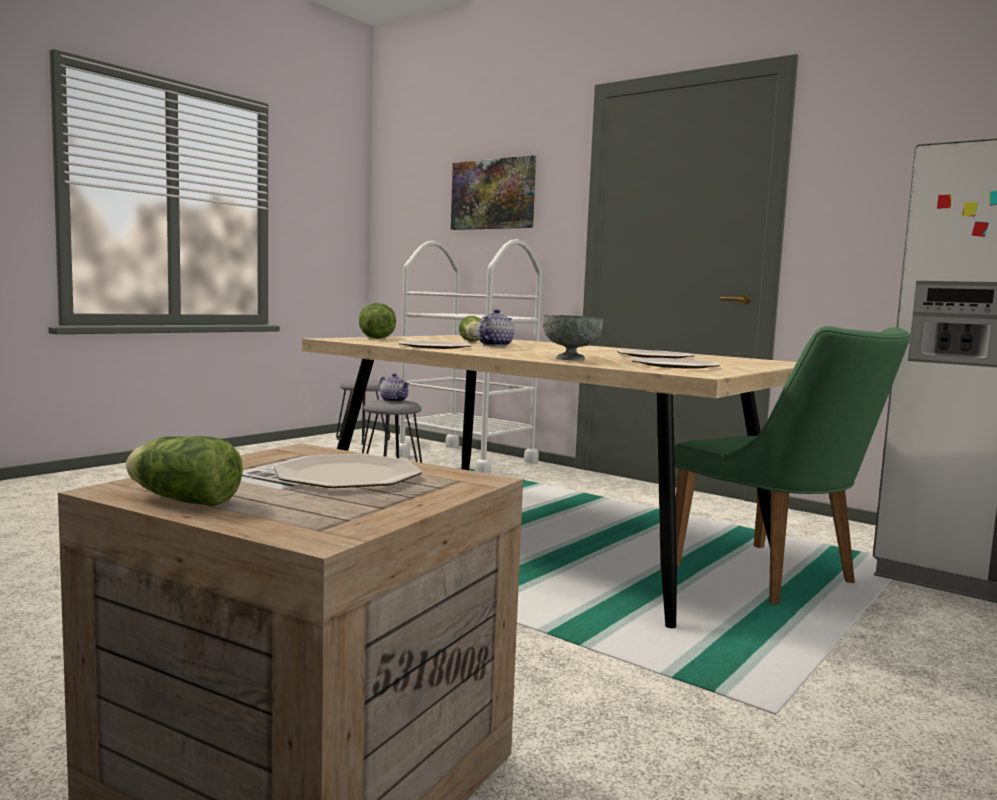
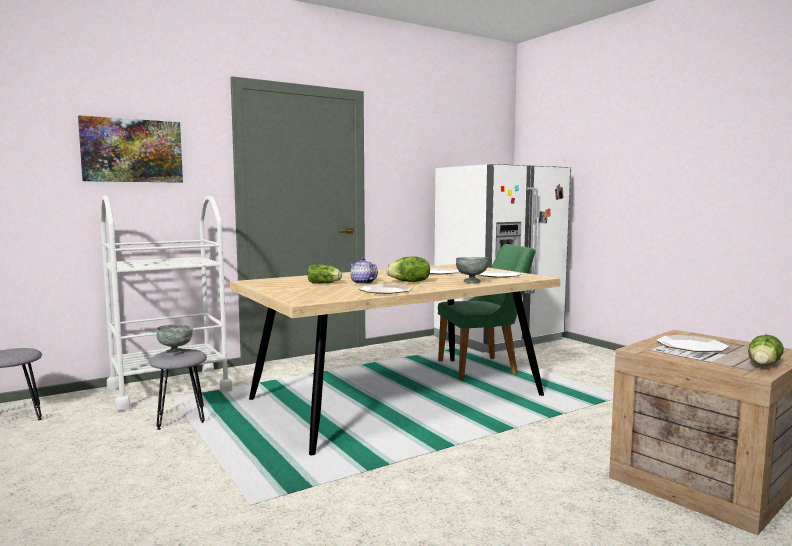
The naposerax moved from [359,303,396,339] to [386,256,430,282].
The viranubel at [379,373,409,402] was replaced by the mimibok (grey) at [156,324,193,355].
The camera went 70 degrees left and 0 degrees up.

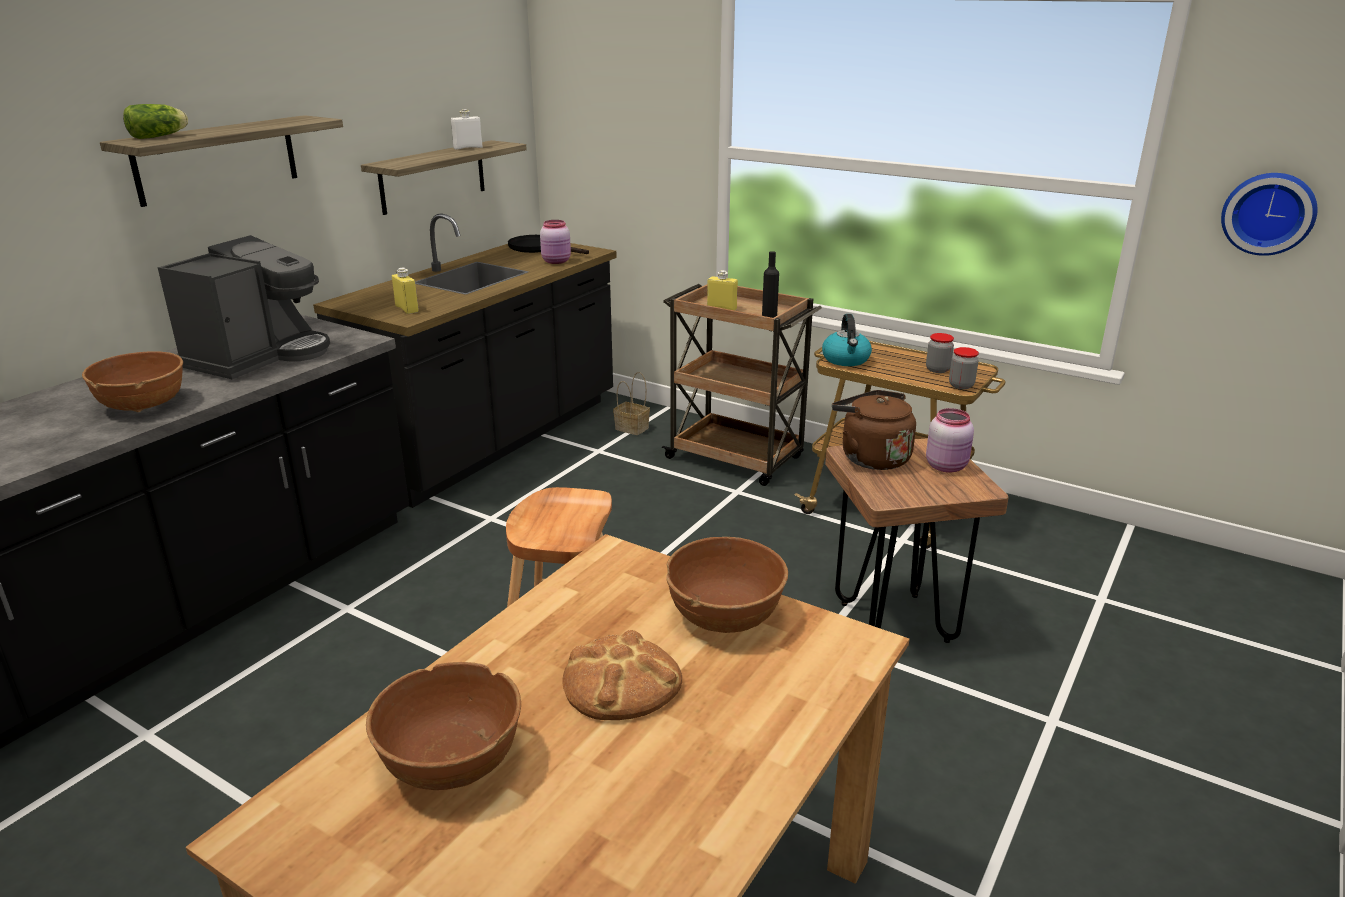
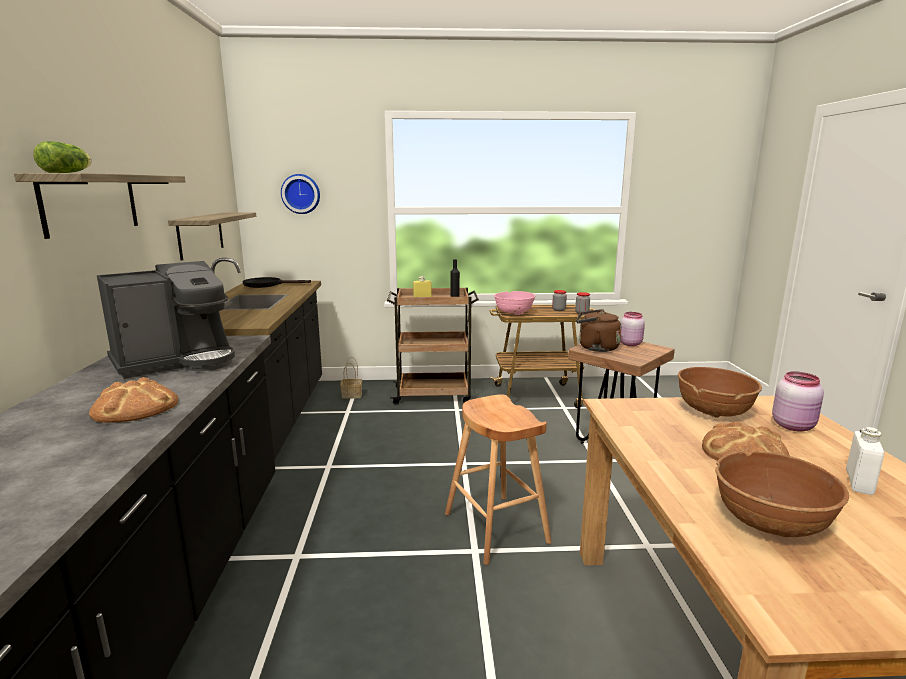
The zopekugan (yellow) at [392,268,419,314] disappeared.
The zopekugan (white) moved from [451,109,482,150] to [846,427,885,495].
The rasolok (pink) moved from [540,220,571,264] to [772,371,824,432].
The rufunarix moved from [1221,173,1318,256] to [281,174,320,214].
The mimibok (brown) at [82,351,183,412] was replaced by the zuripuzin at [89,377,178,423].
The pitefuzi at [822,314,872,366] was replaced by the mimibok (pink) at [494,291,535,315].
The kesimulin at [158,235,330,379] turned 60 degrees clockwise.
The camera went 35 degrees left and 10 degrees down.

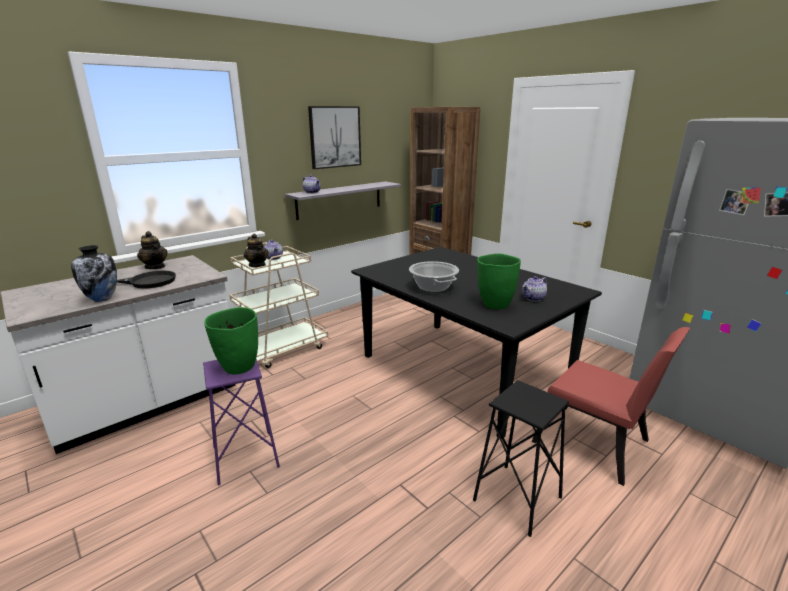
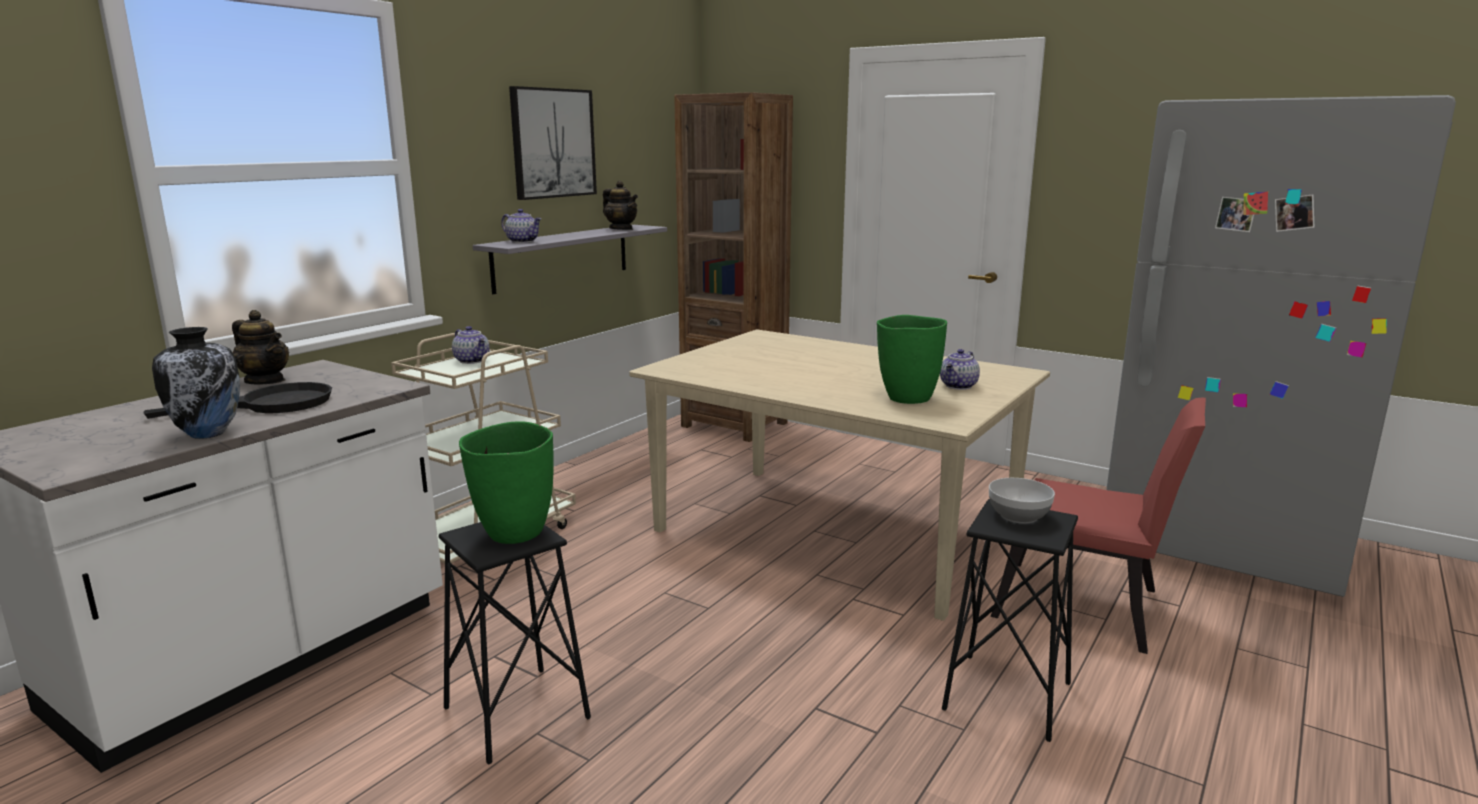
The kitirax at [409,261,459,292] disappeared.
The mimibok at [989,478,1055,524] appeared.
The viranubel moved from [244,233,269,268] to [603,181,638,230].
The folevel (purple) at [203,359,280,485] became the folevel (black) at [438,522,591,765].
The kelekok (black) at [351,247,602,439] became the kelekok (beige) at [629,329,1050,621].
The camera went 15 degrees left and 5 degrees down.

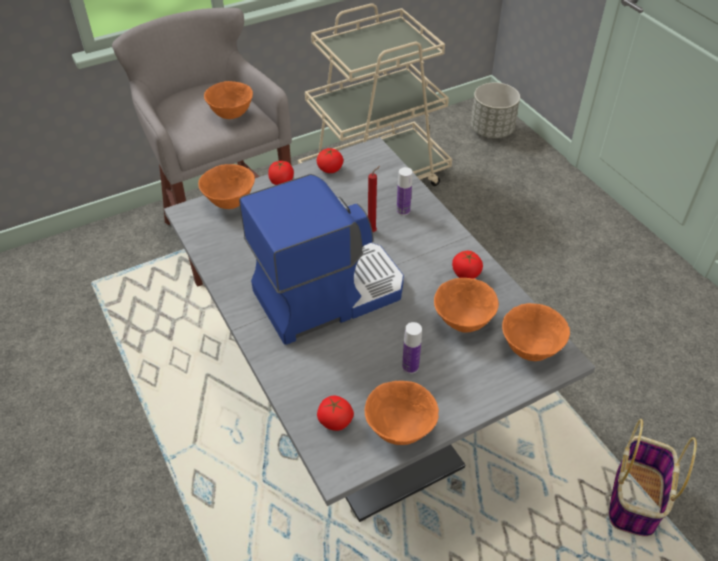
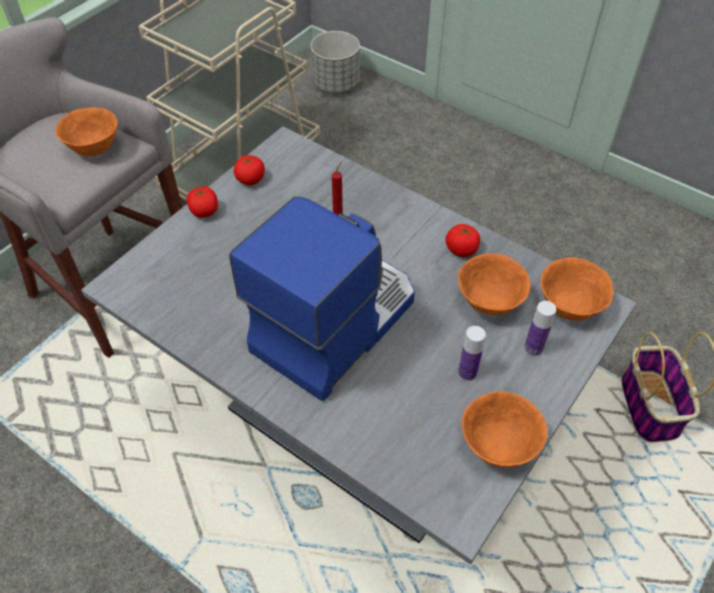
The mimibok (orange) at [198,164,255,209] disappeared.
The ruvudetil at [317,395,354,431] disappeared.
The zopekugan moved from [397,167,412,215] to [524,301,556,356].
The camera went 25 degrees left and 5 degrees up.

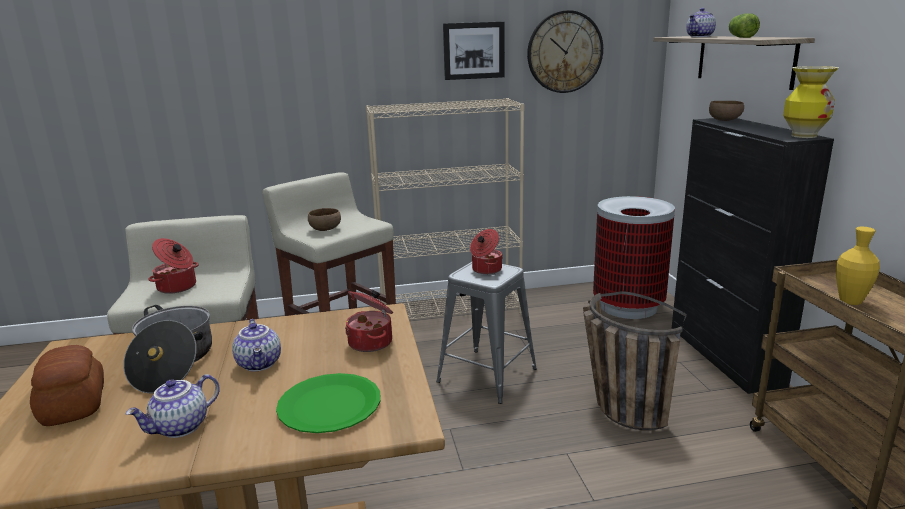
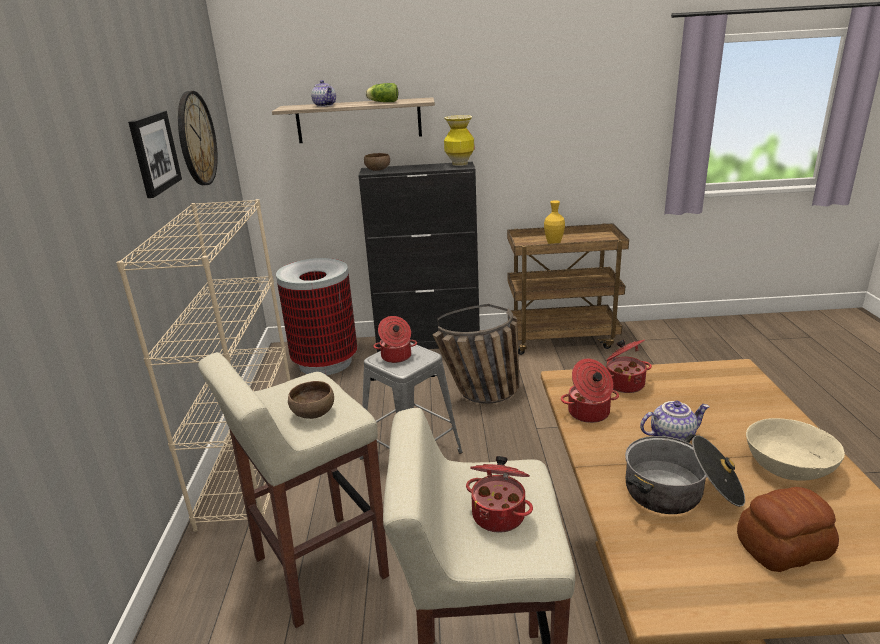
The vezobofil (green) at [276,373,381,433] disappeared.
The kitirax at [561,359,619,423] appeared.
The viranubel at [125,374,220,438] was replaced by the mimibok (beige) at [746,418,845,481].
The camera went 80 degrees left and 5 degrees up.

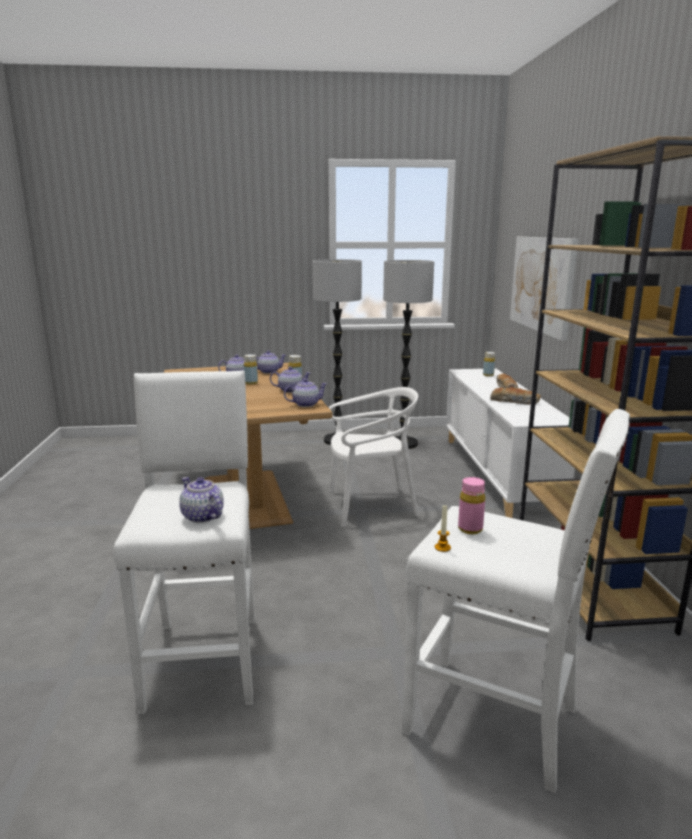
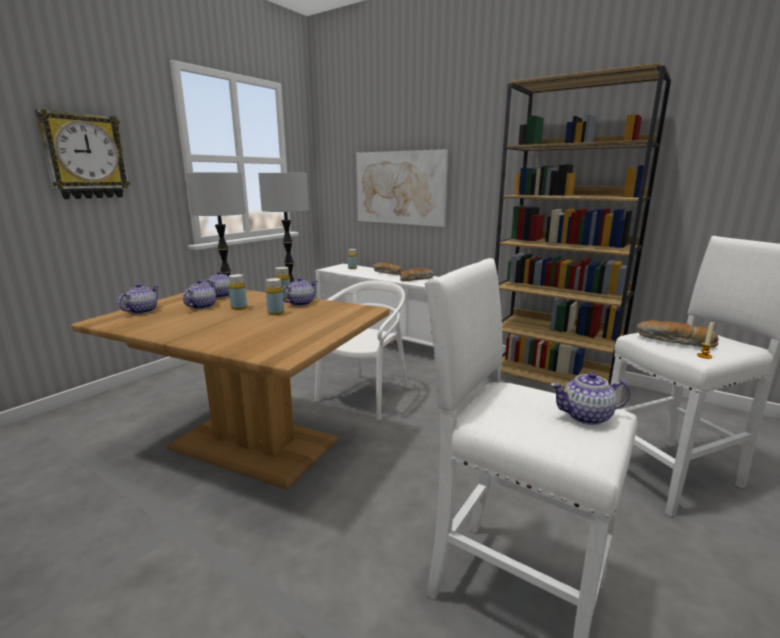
The rufunarix at [35,109,130,199] appeared.
The zopekugan (yellow) at [266,278,284,315] appeared.
The viranubel moved from [284,379,327,407] to [118,284,159,314].
The zopekugan (pink) at [458,477,485,535] was replaced by the zuripuzin at [637,320,719,347].
The camera went 50 degrees left and 0 degrees up.

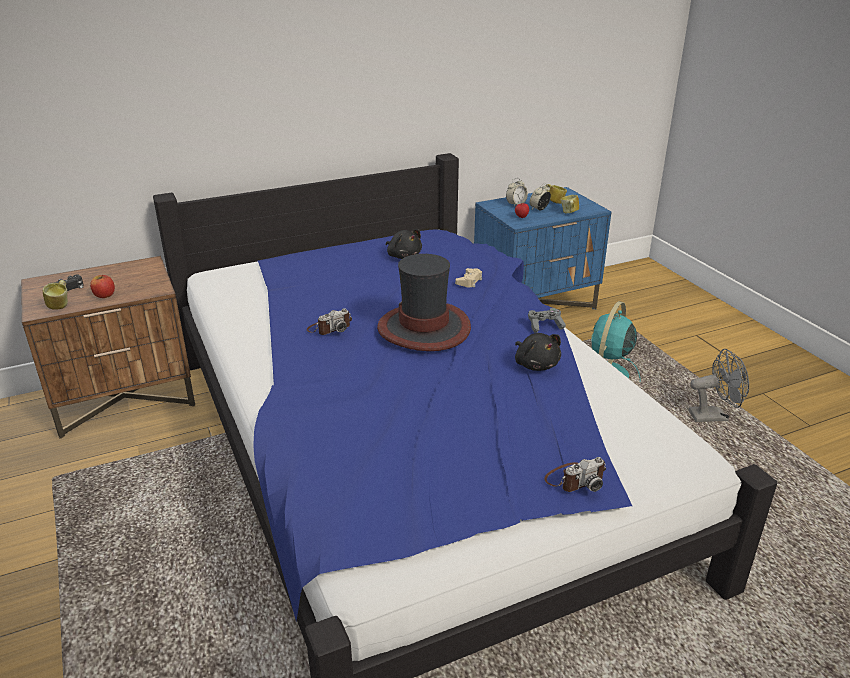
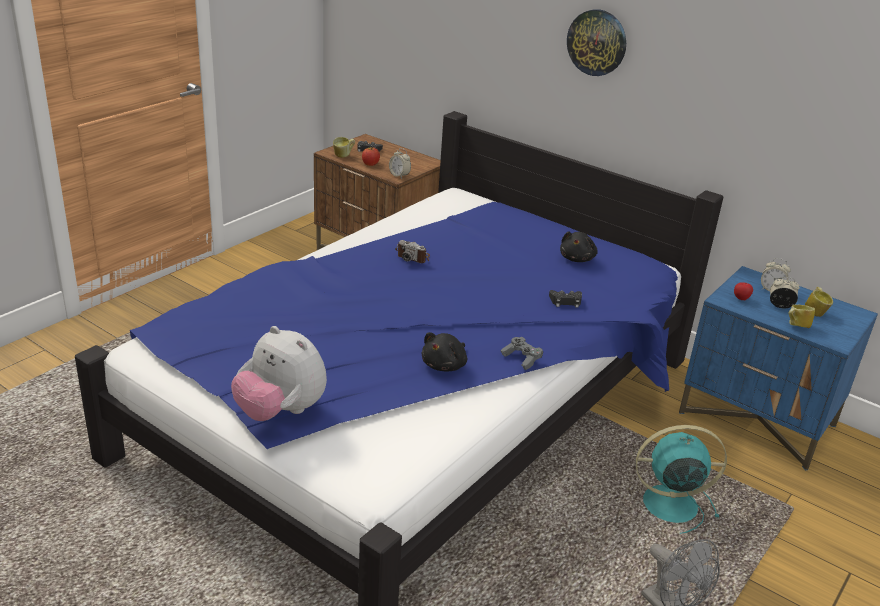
The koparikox at [377,254,471,351] disappeared.
The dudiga at [389,148,411,179] appeared.
The rufunarix at [567,9,626,76] appeared.
The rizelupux at [544,457,606,492] was replaced by the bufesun at [231,326,327,421].
The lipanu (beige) at [455,268,482,288] became the lipanu (black) at [549,290,582,308].
The camera went 60 degrees right and 0 degrees up.

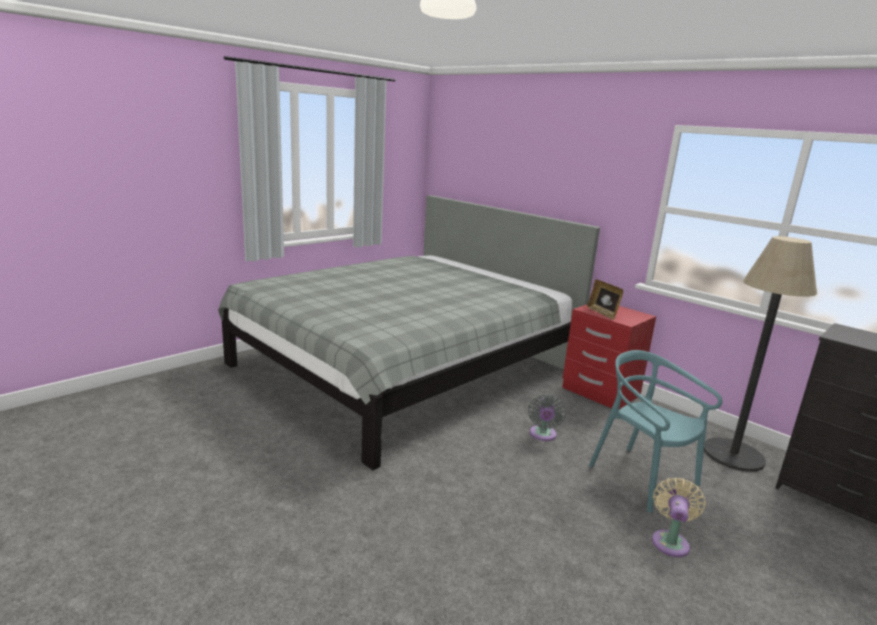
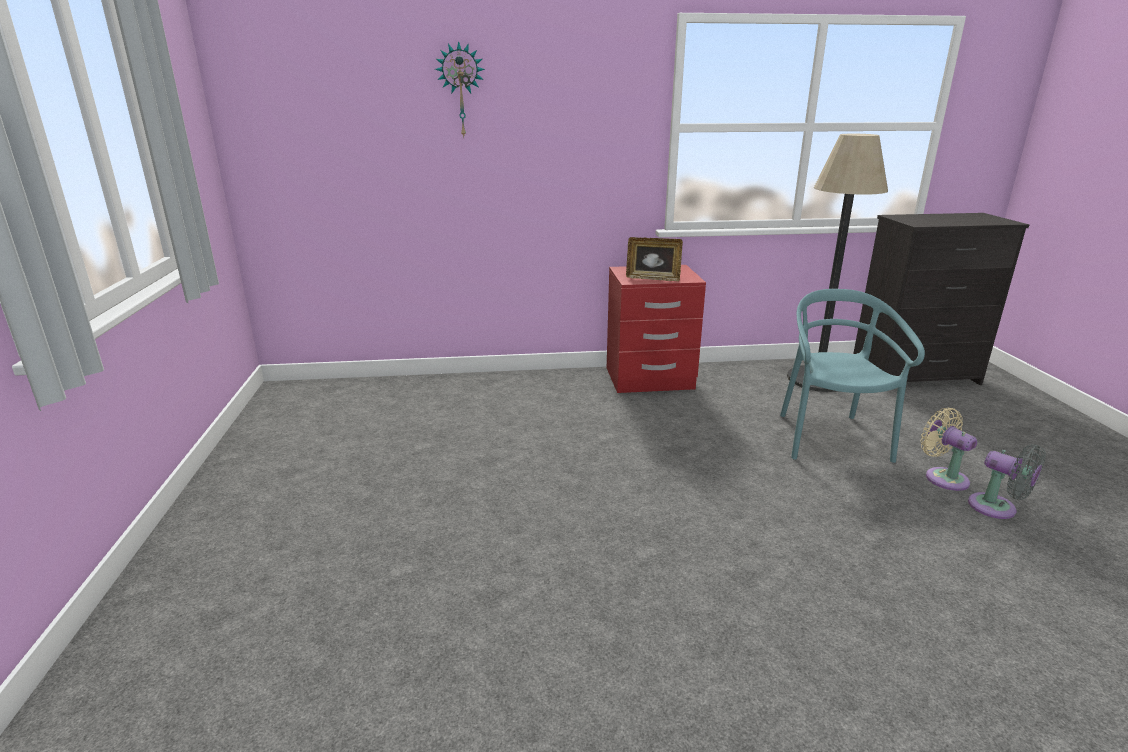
The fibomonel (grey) at [218,195,600,470] disappeared.
The rufunarix at [435,41,485,137] appeared.
The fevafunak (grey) moved from [528,394,566,441] to [968,444,1046,519].
The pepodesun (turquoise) at [589,350,723,513] turned 90 degrees clockwise.
The camera went 50 degrees left and 5 degrees up.

